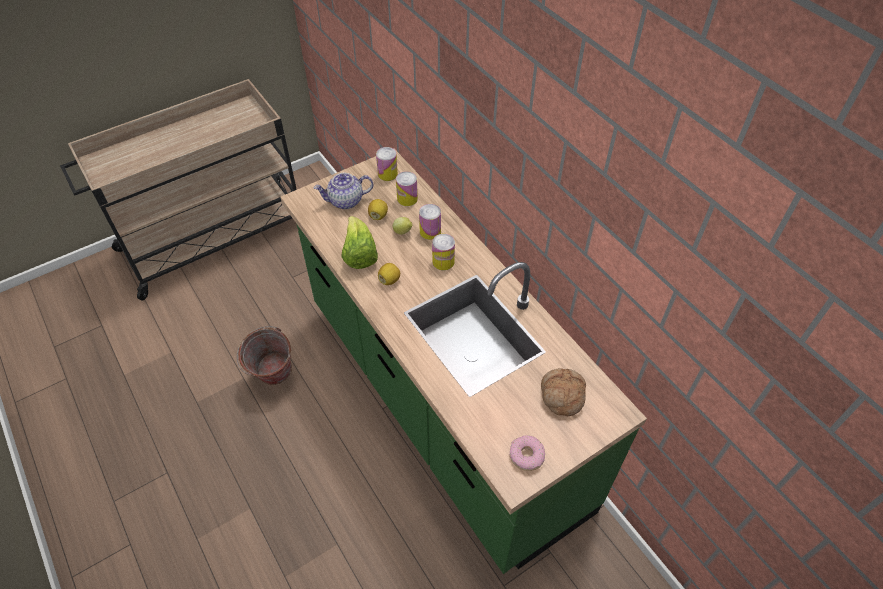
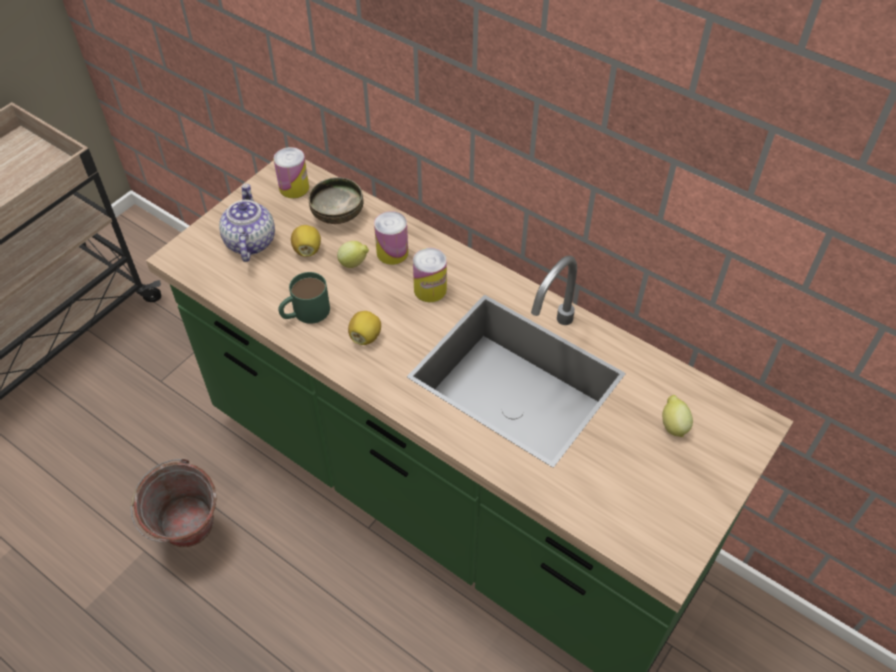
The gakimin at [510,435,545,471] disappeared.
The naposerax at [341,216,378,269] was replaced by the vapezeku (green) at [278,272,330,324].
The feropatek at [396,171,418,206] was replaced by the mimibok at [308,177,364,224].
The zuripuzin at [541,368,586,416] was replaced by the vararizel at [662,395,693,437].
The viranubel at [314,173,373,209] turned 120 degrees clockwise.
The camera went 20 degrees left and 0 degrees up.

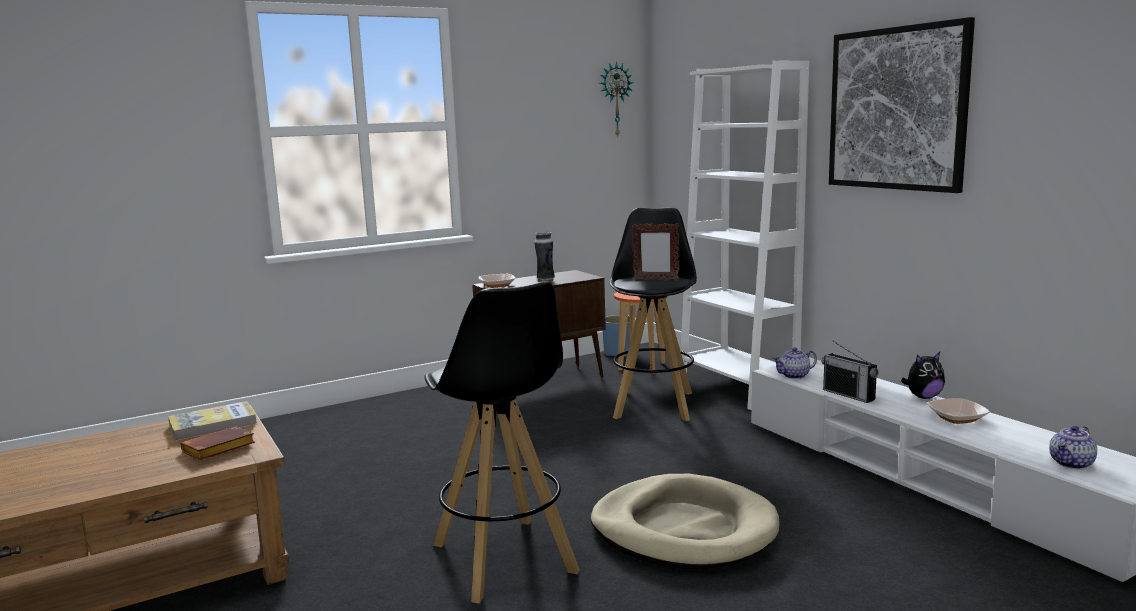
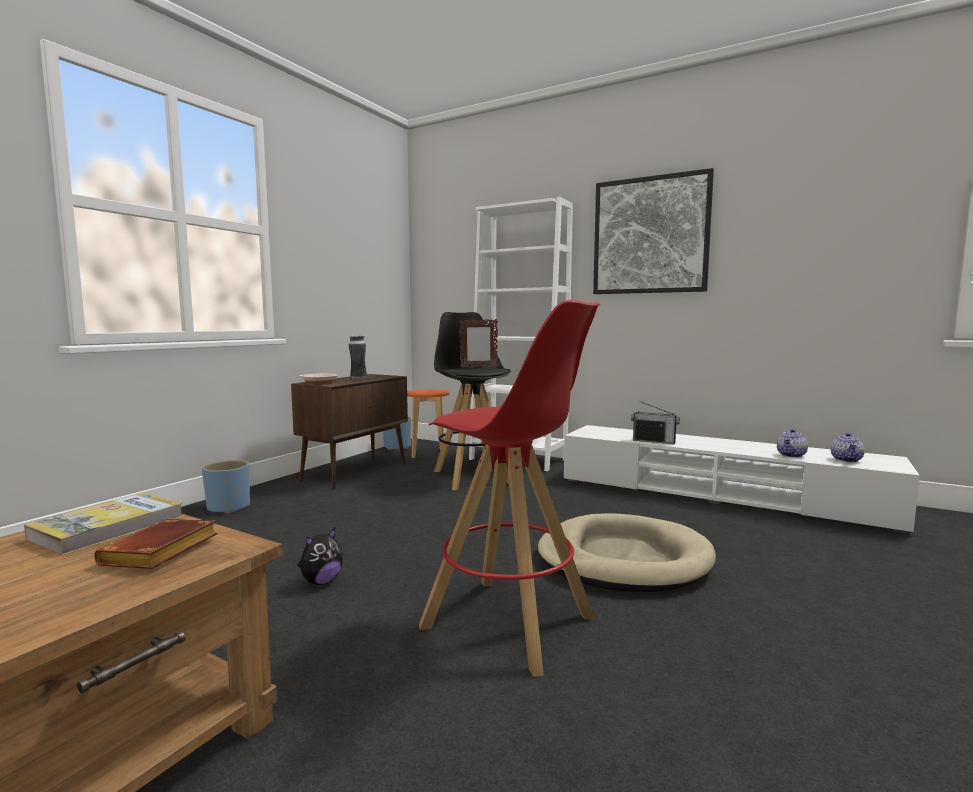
The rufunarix at [600,61,633,136] disappeared.
The mimibok at [927,398,990,424] disappeared.
The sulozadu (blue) at [202,460,250,514] appeared.
The viranubel moved from [773,347,817,379] to [777,429,808,458].
The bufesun moved from [901,352,945,399] to [297,528,343,585].
The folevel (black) at [424,281,580,604] became the folevel (red) at [419,300,601,677].
The camera went 30 degrees left and 5 degrees down.

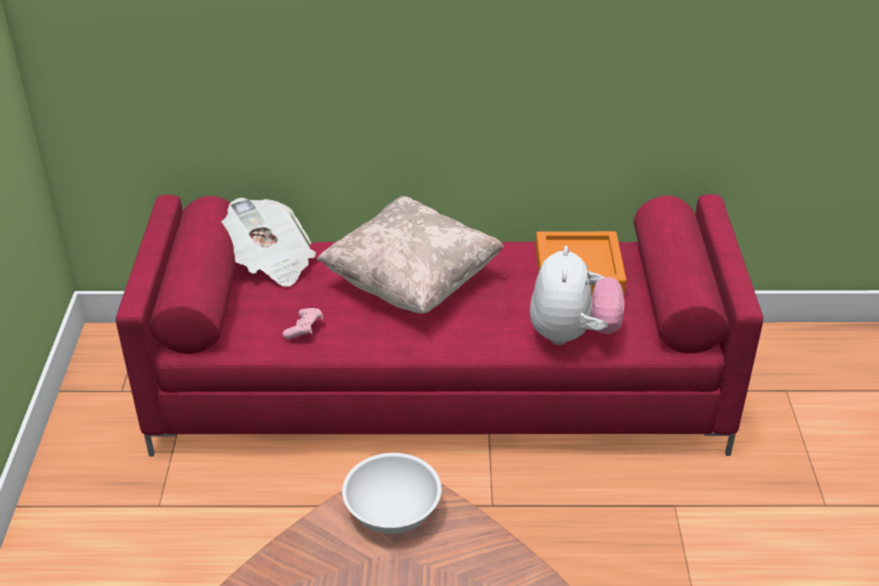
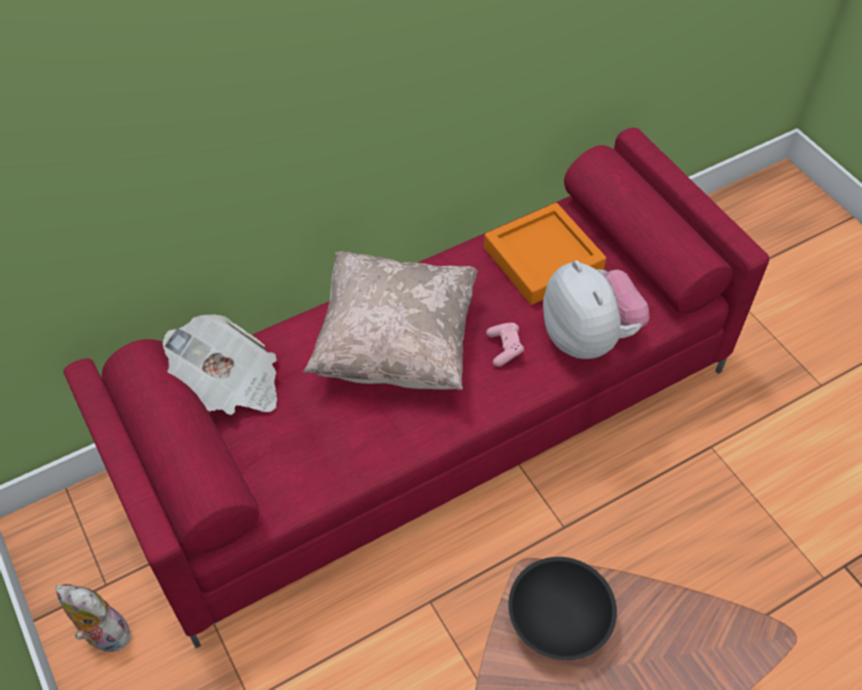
The bufesun at [55,584,133,652] appeared.
The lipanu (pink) moved from [282,308,323,339] to [486,323,524,367].
The mimibok (white) at [342,453,442,534] became the mimibok (black) at [508,557,617,660].
The camera went 30 degrees left and 15 degrees up.

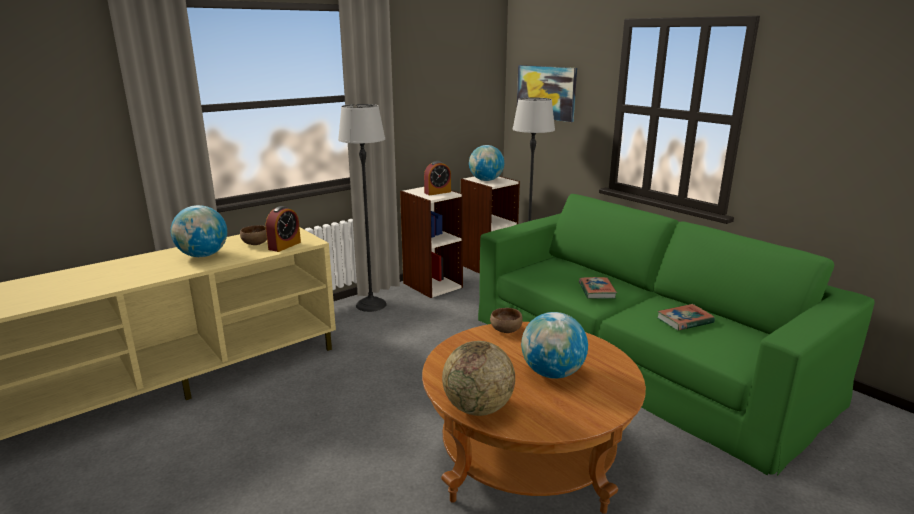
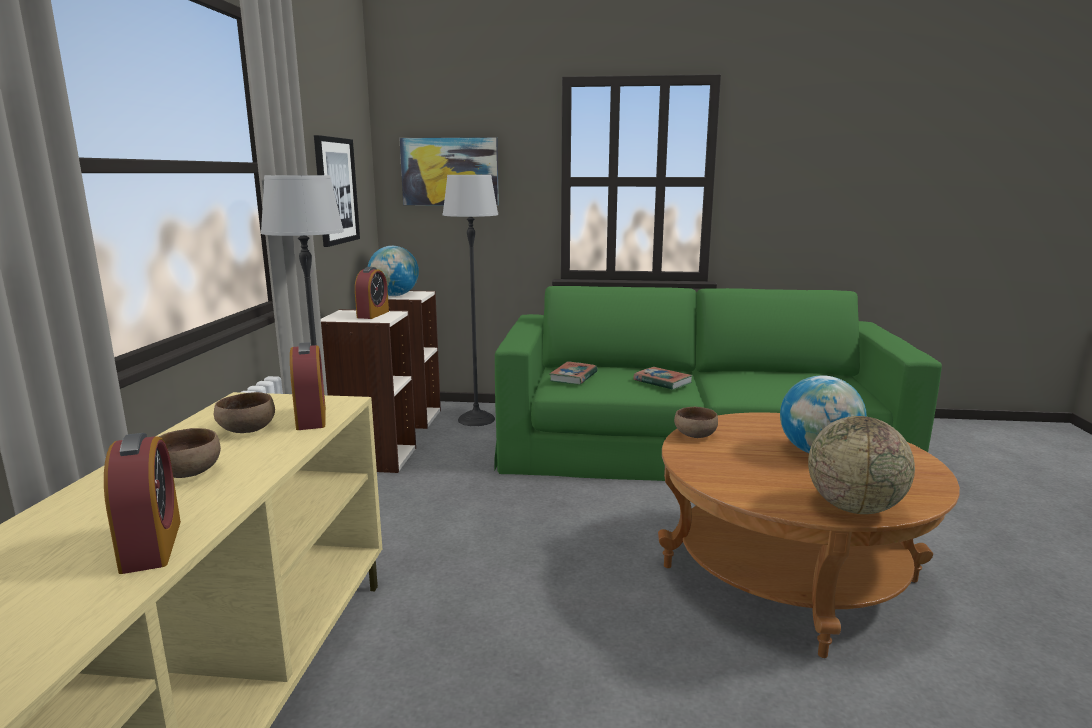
The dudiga at [104,433,181,574] appeared.
The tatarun at [314,135,360,247] appeared.
The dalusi moved from [657,304,715,331] to [549,361,598,385].
The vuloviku at [171,205,227,257] was replaced by the mimibok (brown) at [159,428,221,478].
The camera went 45 degrees left and 5 degrees down.

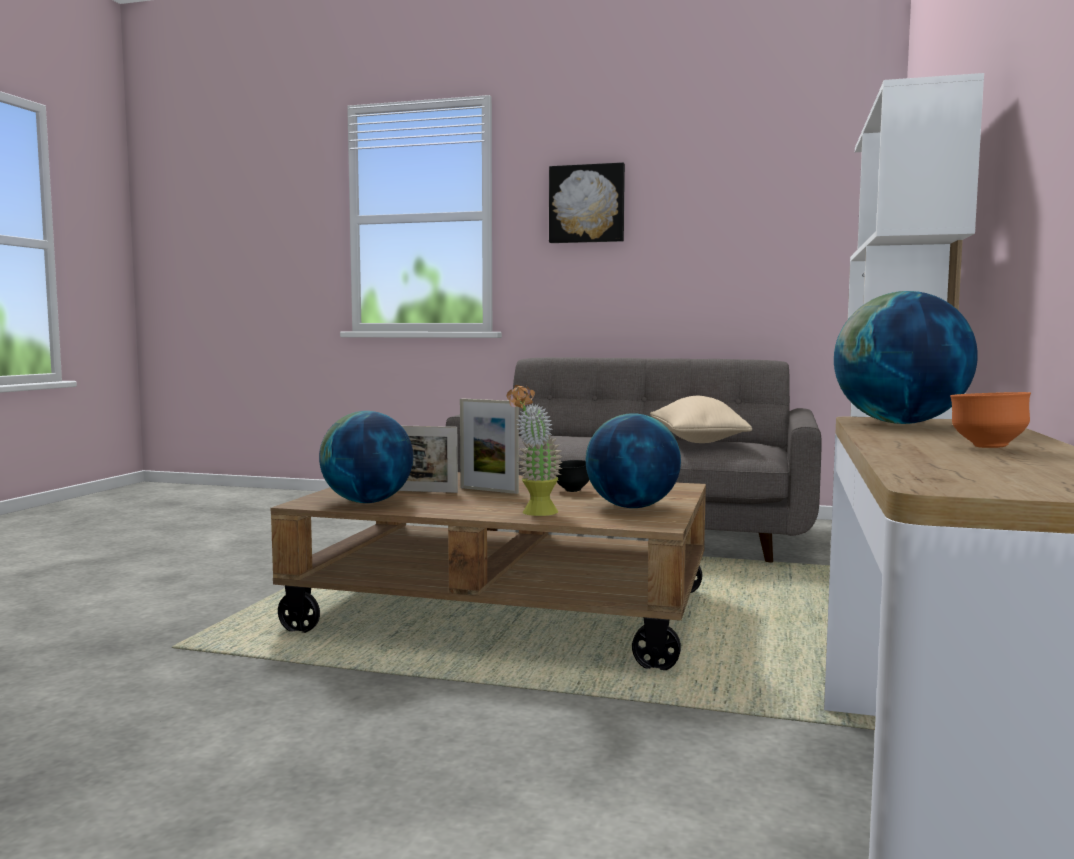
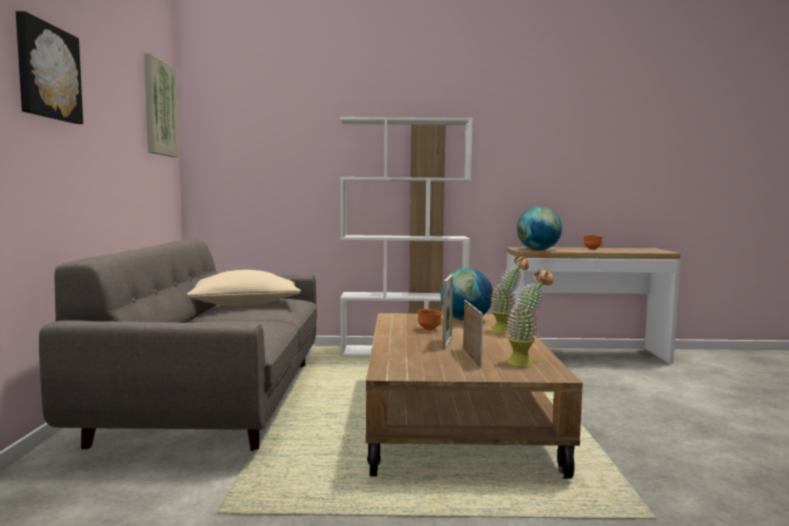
The tatarun at [144,53,179,157] appeared.
The vuloviku at [319,411,413,503] was replaced by the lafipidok at [505,269,553,367].
The mimibok (black) at [556,460,589,492] became the mimibok (orange) at [418,309,442,330].
The camera went 105 degrees left and 0 degrees up.

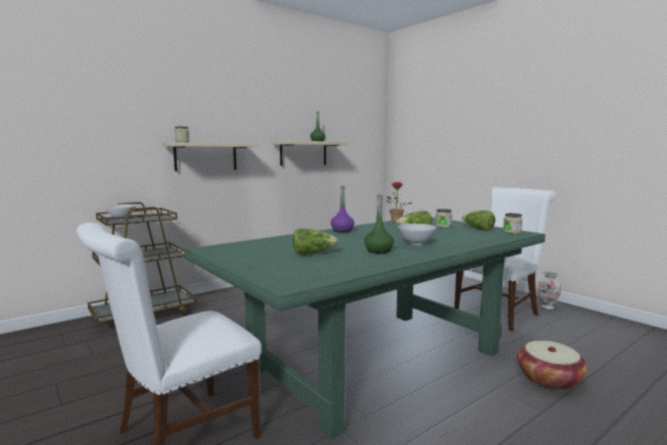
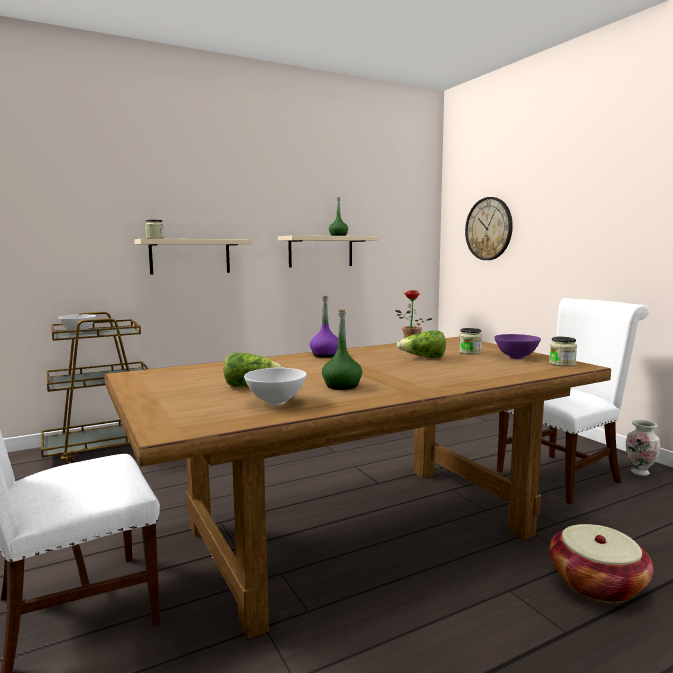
The rufunarix at [465,197,513,260] appeared.
The mimibok (white) moved from [398,224,436,245] to [244,368,306,405].
The naposerax at [462,210,495,231] was replaced by the mimibok (purple) at [494,334,541,359].
The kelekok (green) at [184,217,545,439] became the kelekok (brown) at [104,337,611,639].
The camera went 10 degrees right and 0 degrees up.

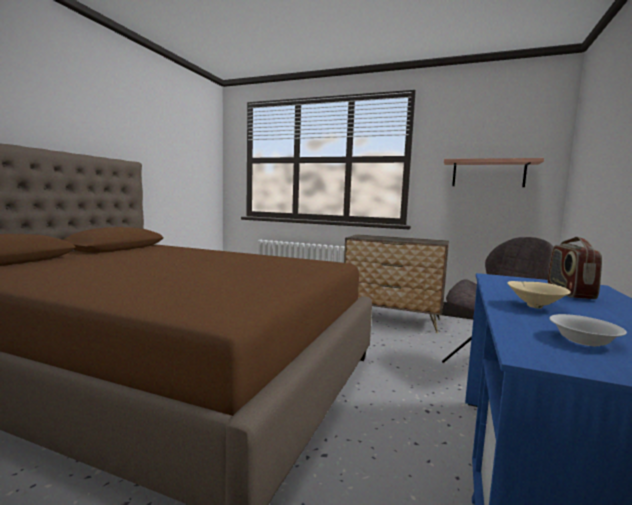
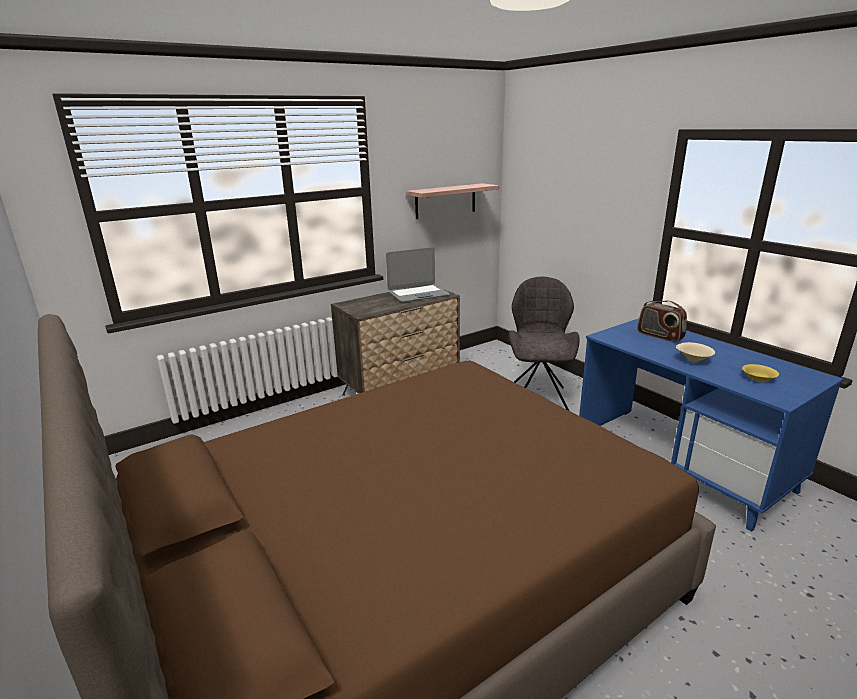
The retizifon at [386,247,450,302] appeared.
The mimibok (white) at [549,314,627,347] became the mimibok (yellow) at [742,364,779,382].
The camera went 55 degrees left and 15 degrees up.

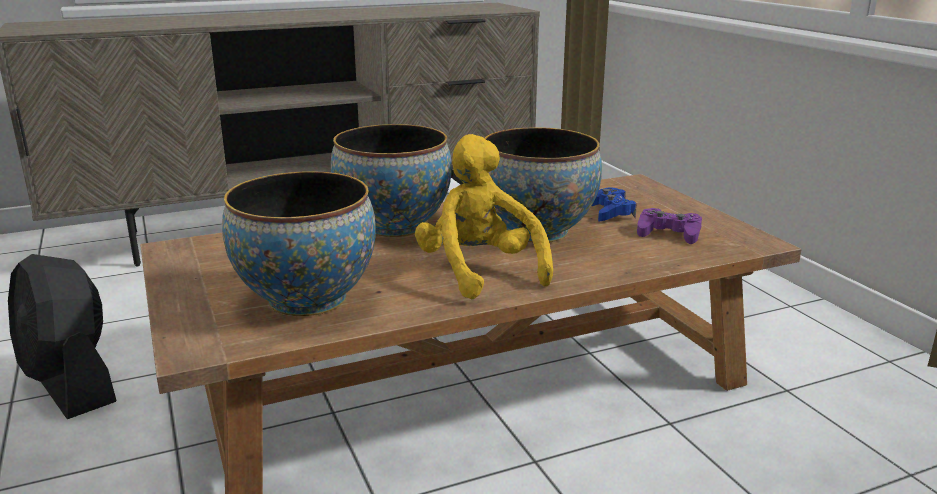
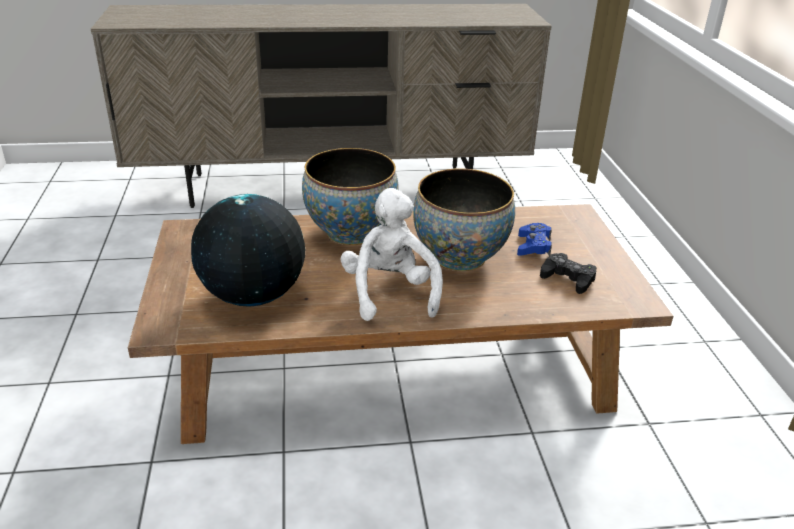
The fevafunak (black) at [8,254,117,419] disappeared.
The mimibok at [222,171,376,316] was replaced by the vuloviku at [191,194,305,307].
The bufesun (yellow) at [415,134,553,299] became the bufesun (white) at [341,188,443,321].
The lipanu (purple) at [637,208,702,244] became the lipanu (black) at [540,253,597,294].
The camera went 15 degrees right and 10 degrees up.

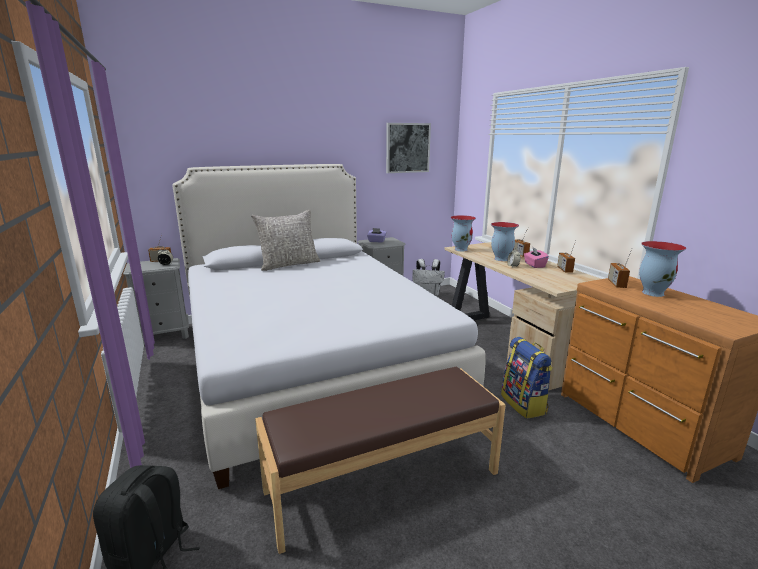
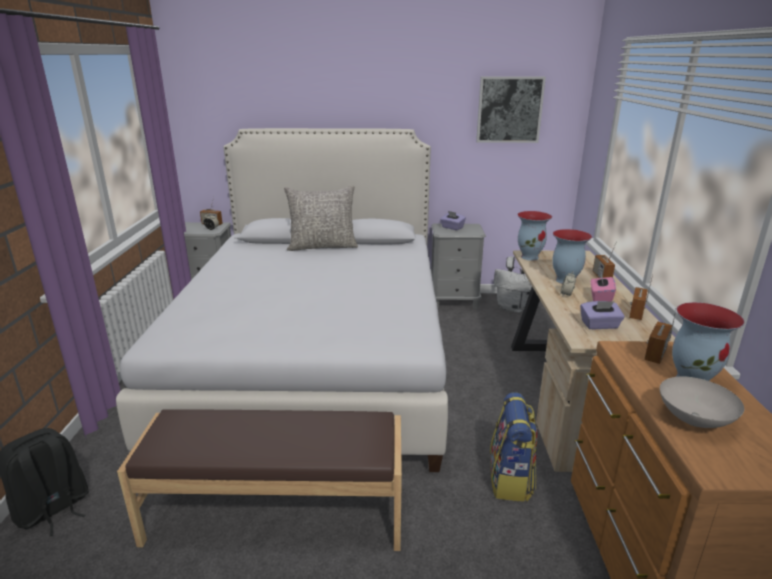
The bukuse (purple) at [580,301,625,329] appeared.
The mimibok (white) at [660,376,744,428] appeared.
The camera went 25 degrees right and 5 degrees up.

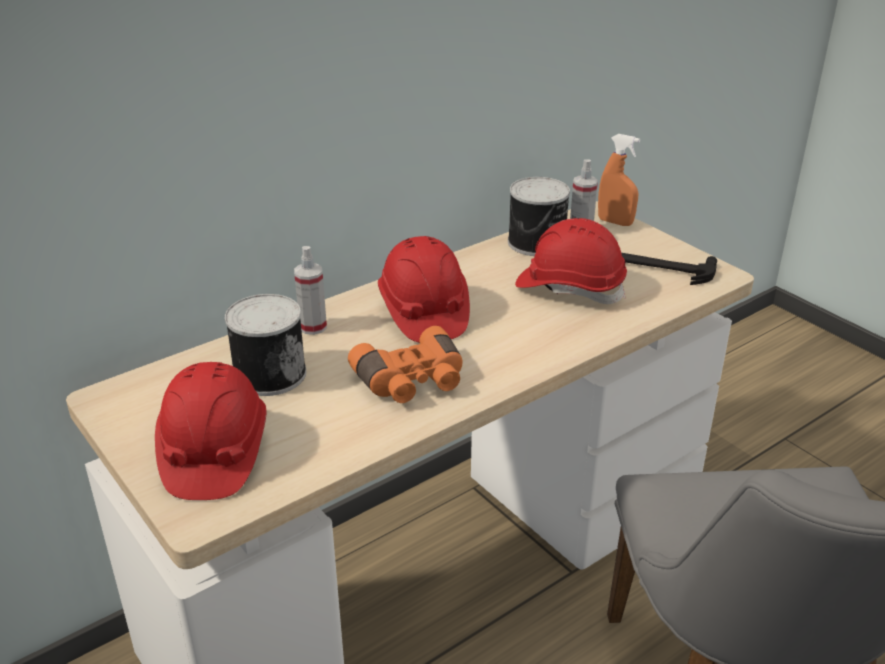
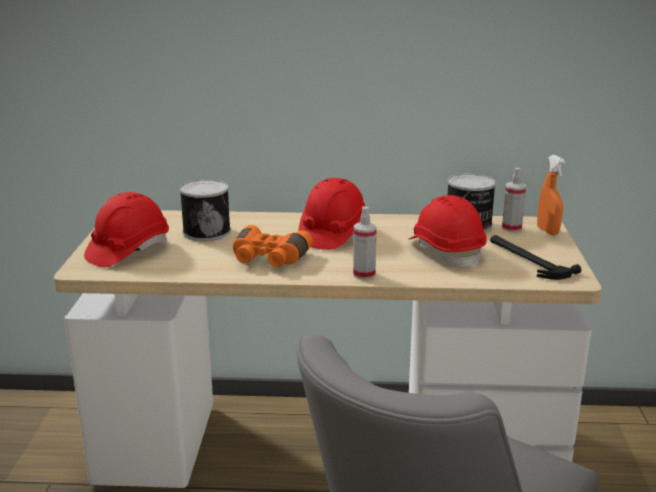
The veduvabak moved from [294,246,327,335] to [353,206,377,280].
The camera went 40 degrees right and 10 degrees down.

